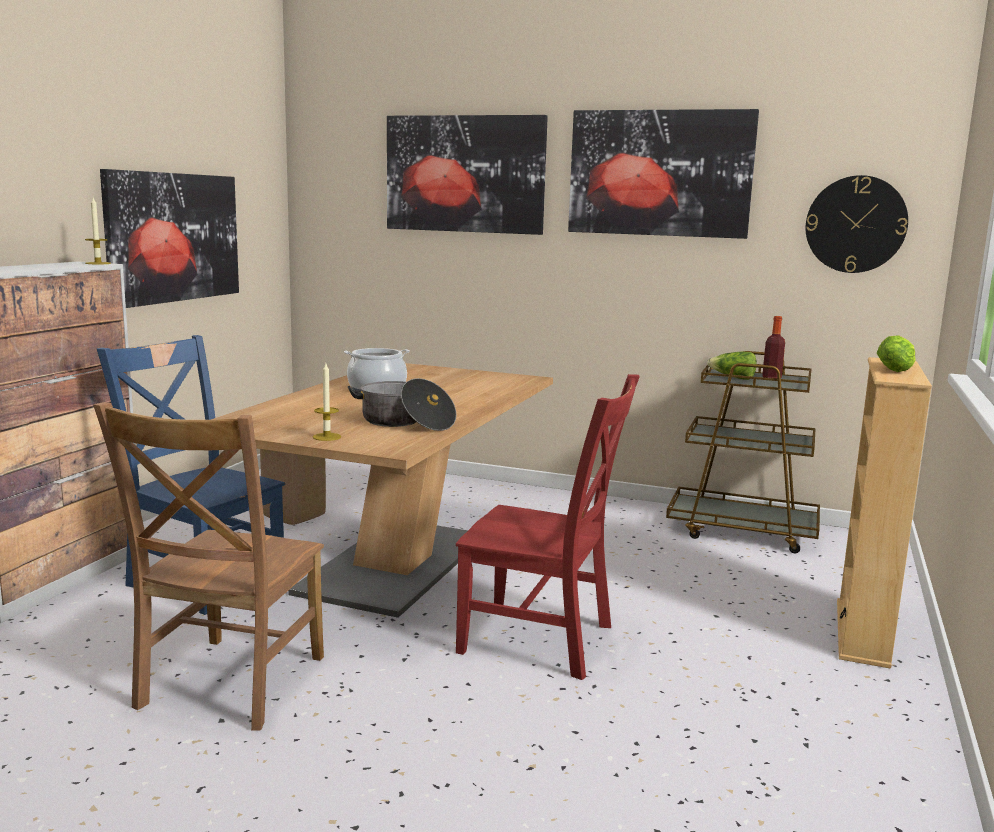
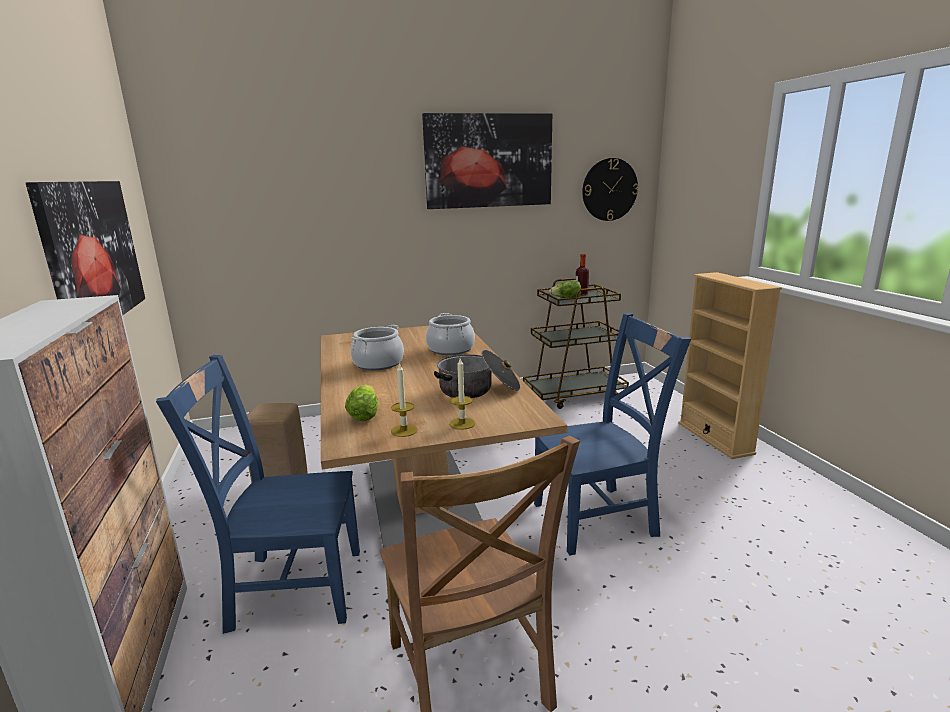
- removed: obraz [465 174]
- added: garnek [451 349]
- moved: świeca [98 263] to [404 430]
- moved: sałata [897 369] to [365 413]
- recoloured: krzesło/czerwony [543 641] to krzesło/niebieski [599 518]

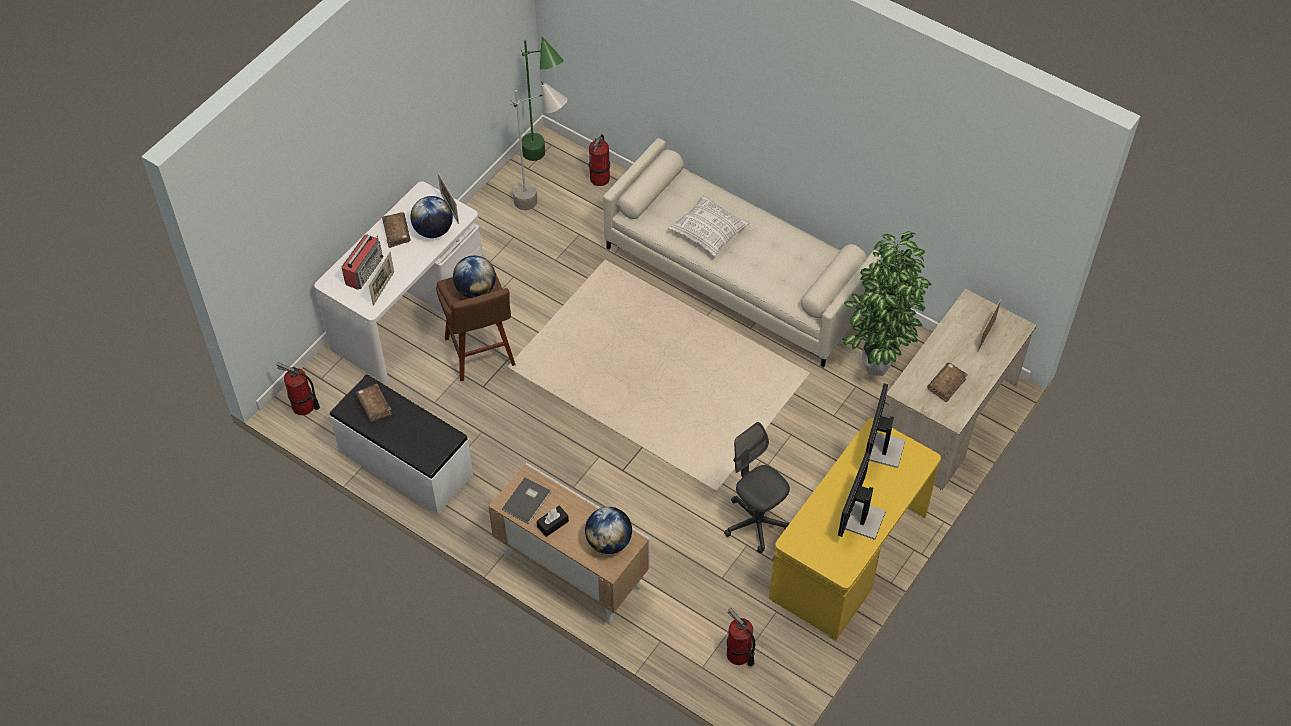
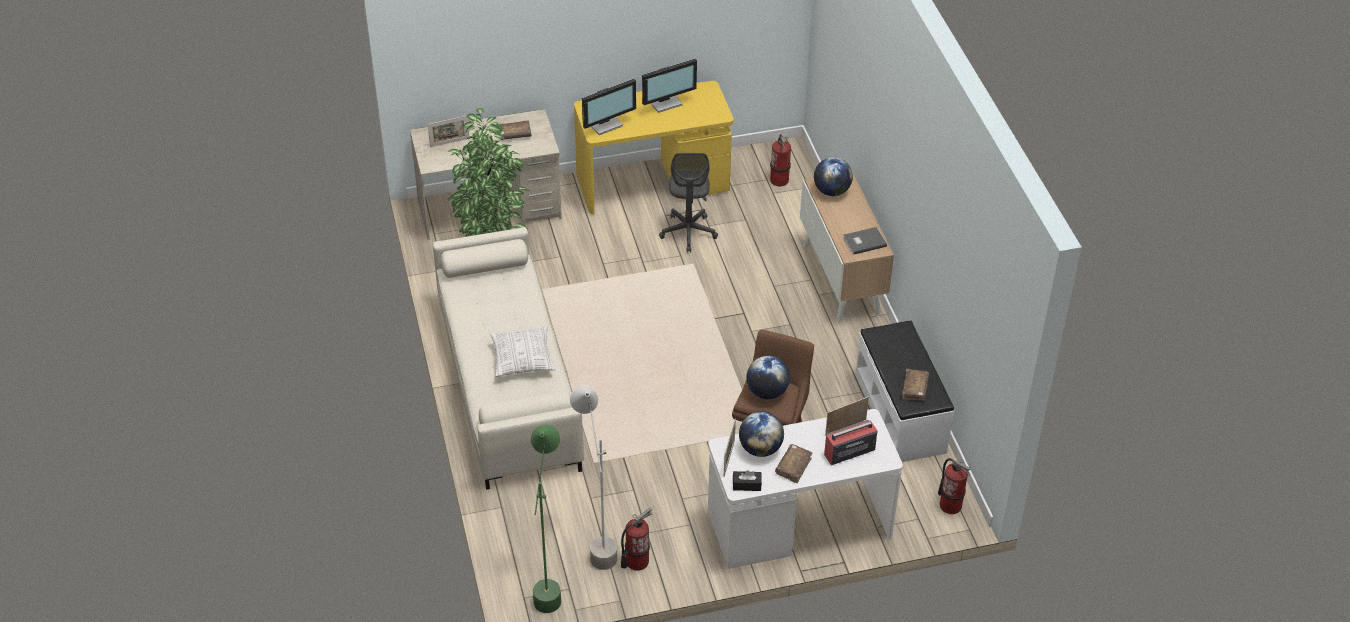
- moved: pudełko chusteczek/czarny [552 524] to [746 485]
- moved: gaśnica [600 178] to [636 561]

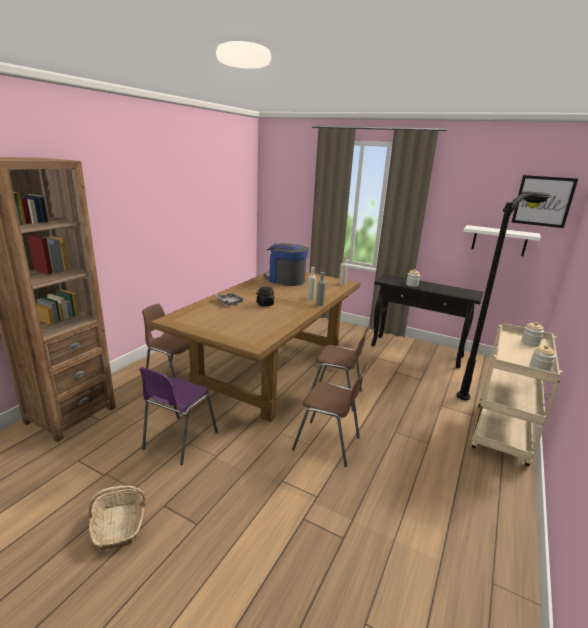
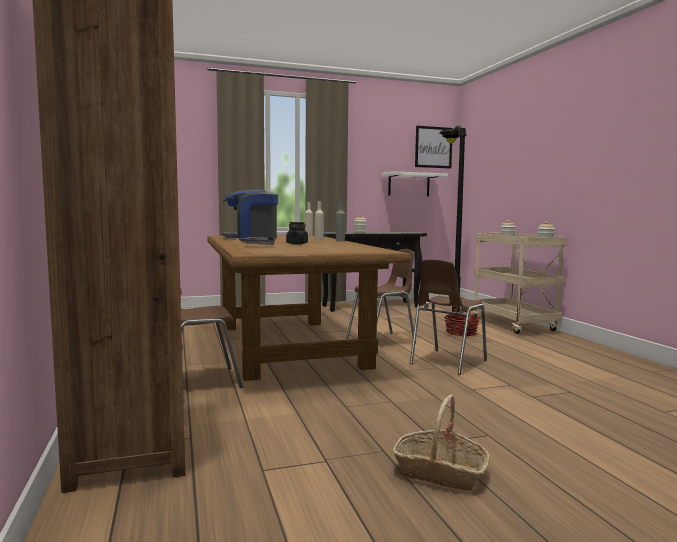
- removed: krzesło/fioletowy [179 441]
- added: koszyk [461 333]
- turned: krzesło/brązowy [328 444] = [446 362] 150 degrees clockwise

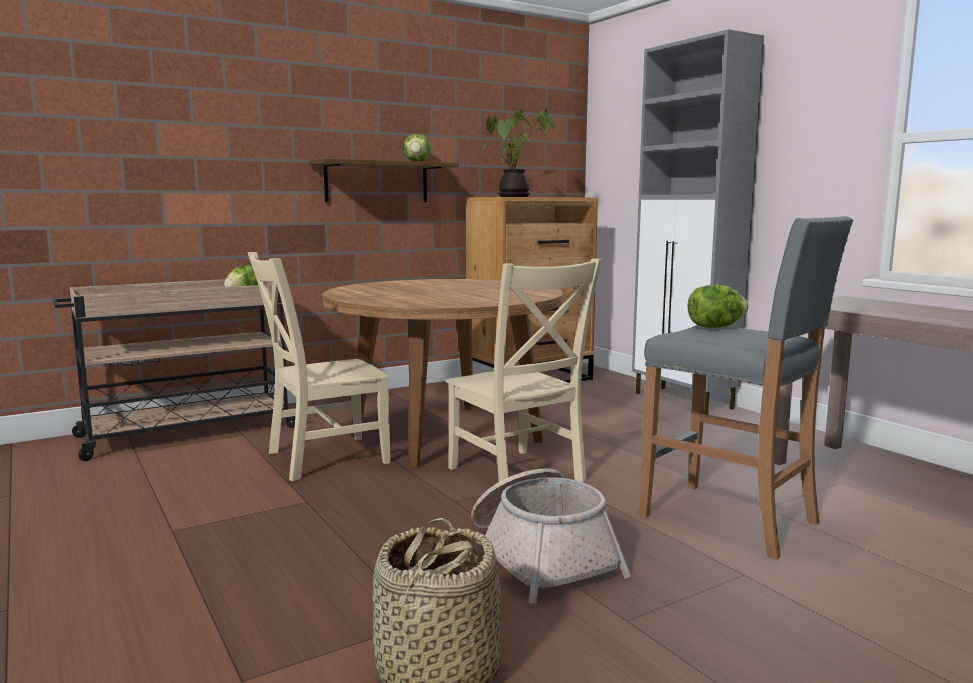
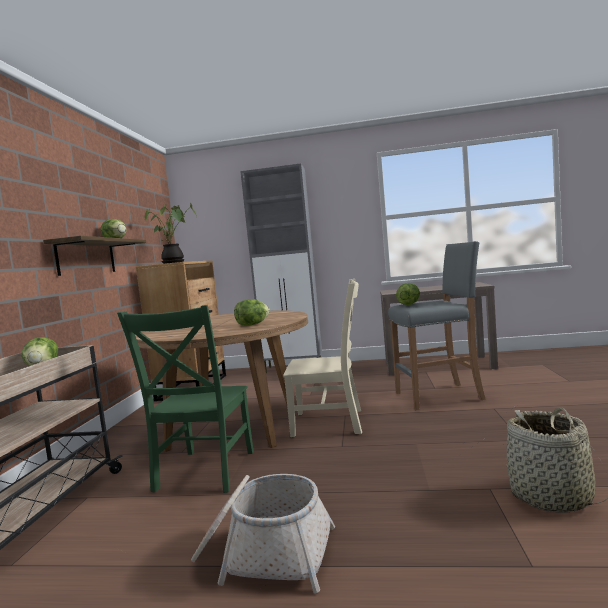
- added: sałata [252 325]
- moved: koszyk [541 557] to [264 553]
- recoloured: krzesło/beżowy [322 458] to krzesło/zielony [203 473]

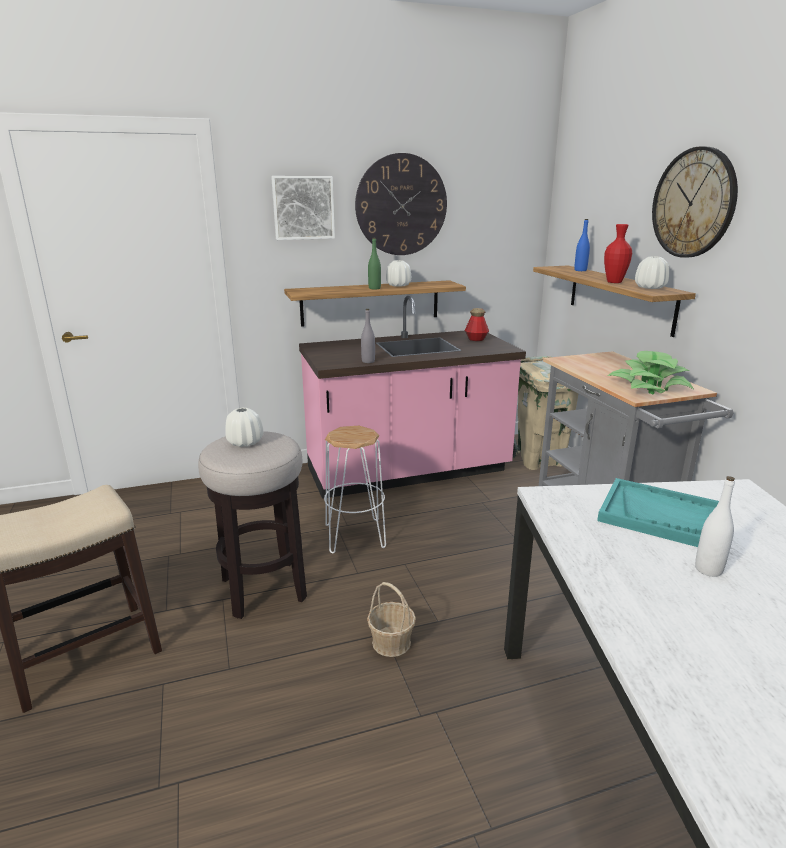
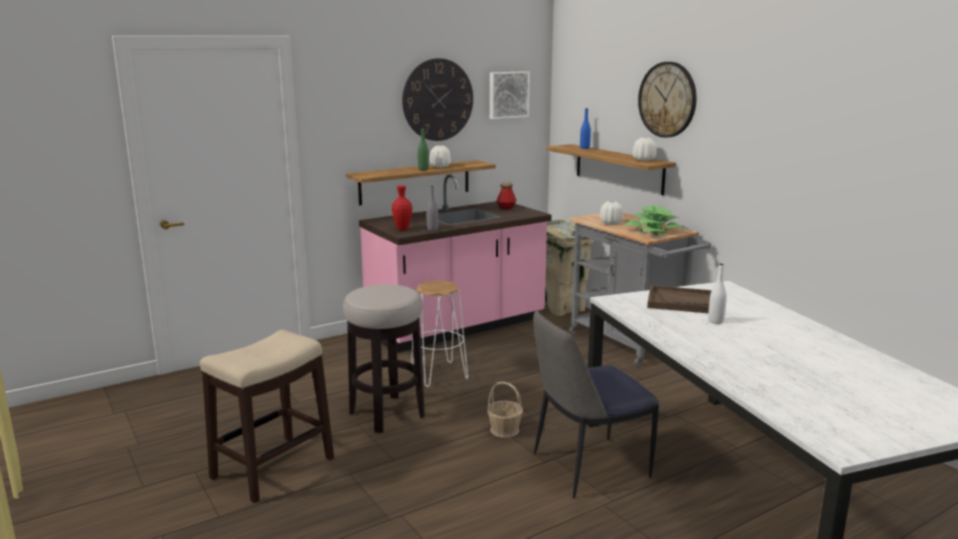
- added: krzesło [587 467]
- moved: wazon/biały [245 442] to [610 223]
- moved: obraz [303 207] to [508 94]
- moved: wazon/czerwony [614 282] to [402 229]
- recoloured: taca/turkusowy [661 516] to taca/brązowy [682 302]

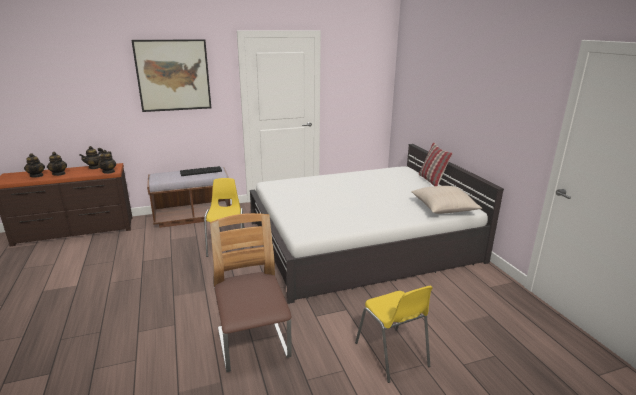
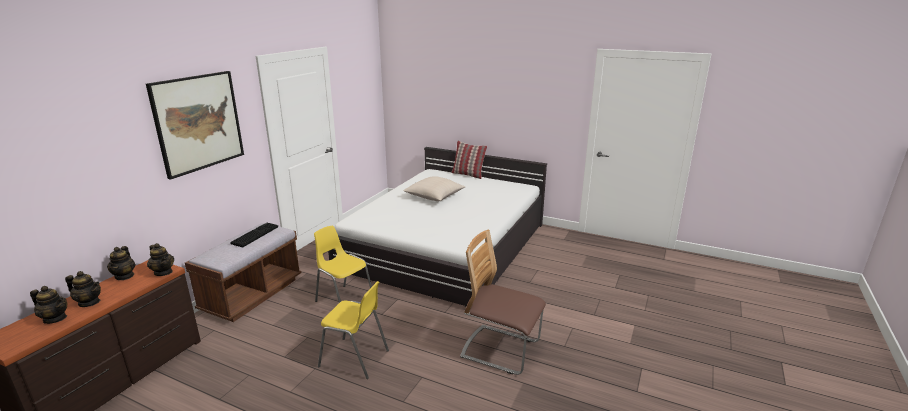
- moved: krzesło/żółty [392 355] to [355 358]
- moved: poduszka/beżowy [443 208] to [434 196]

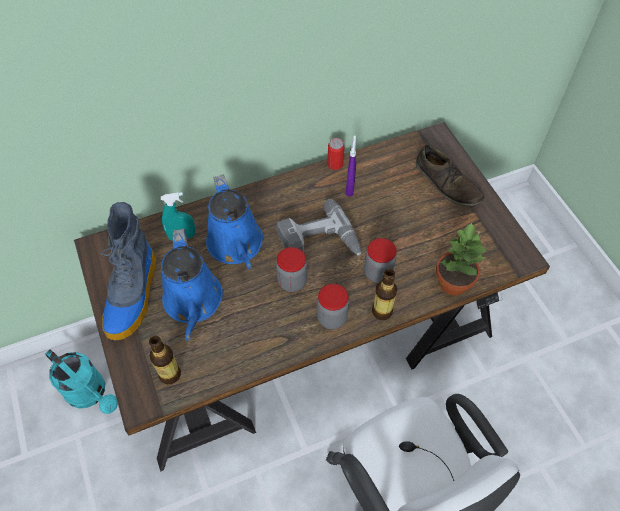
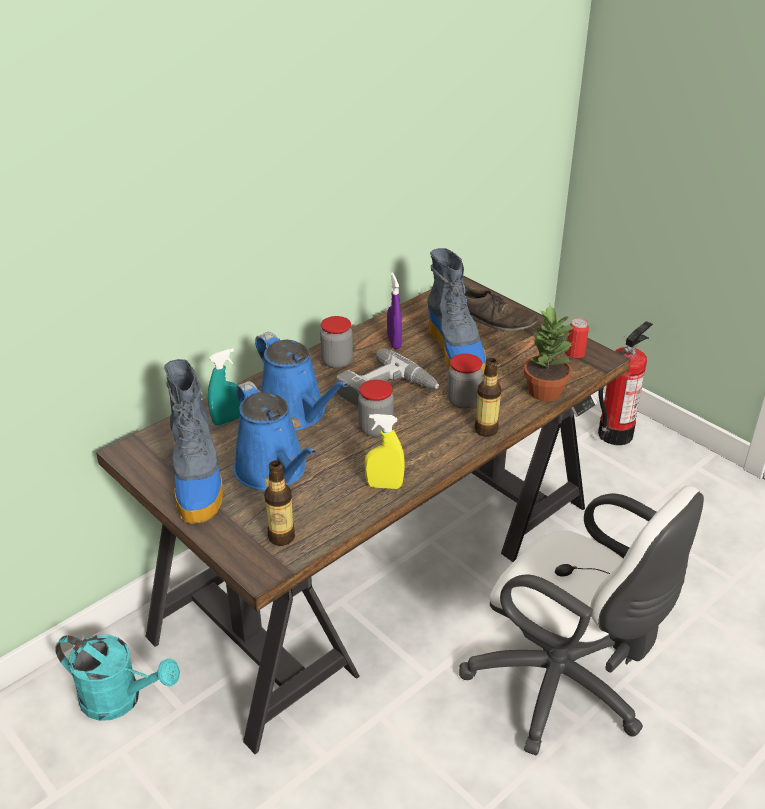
- added: spryskiwacz/żółty [384 485]
- added: but z cholewką [456 352]
- added: gaśnica [614 434]
- moved: słoik [332 318] to [337 362]
- moved: puszka [335 164] to [575 353]

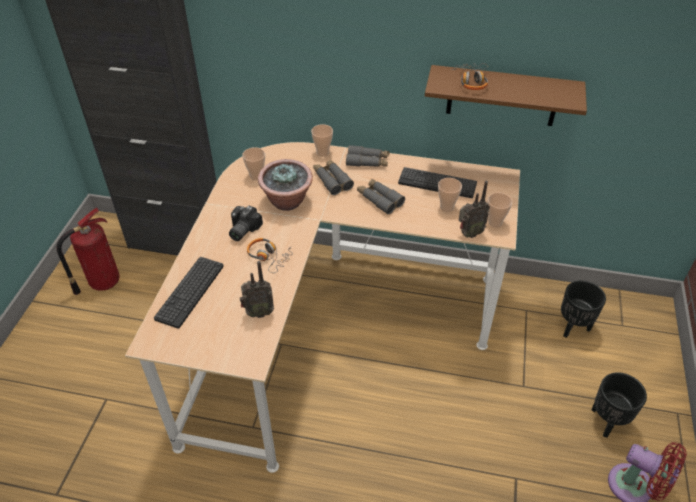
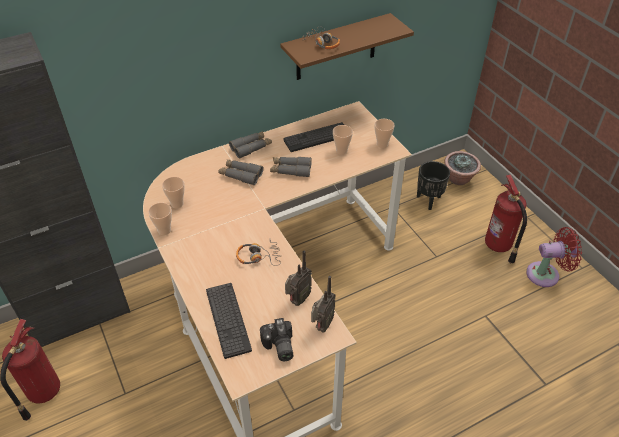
- moved: aparat fotograficzny [241 230] to [278 347]
- moved: roślina doniczkowa [287 201] to [459 179]
- moved: filiżanka [322 153] to [164 230]
- moved: radio [469 234] to [321 326]
- replaced: donica/czarny [607 421] to gaśnica [498 246]

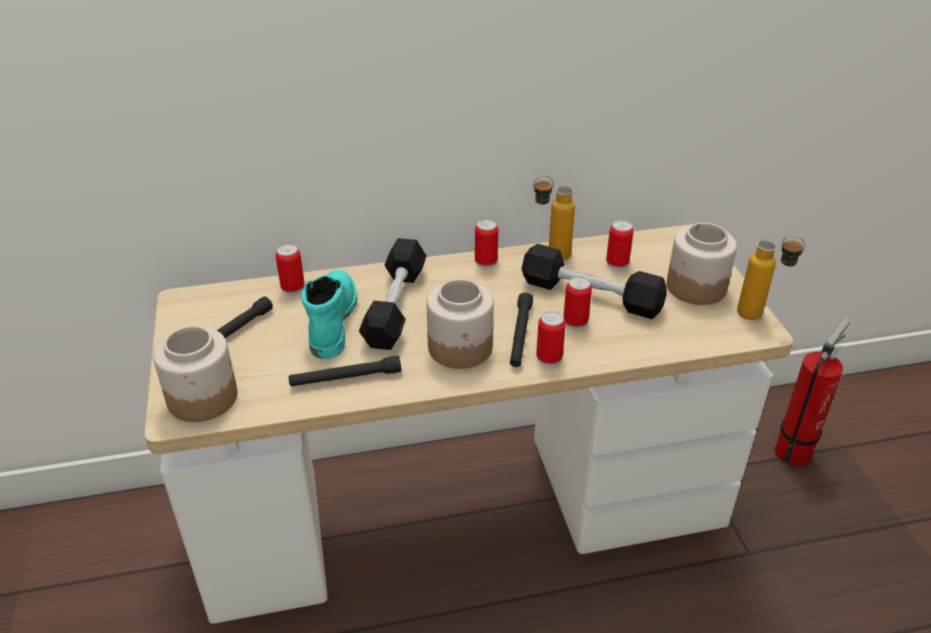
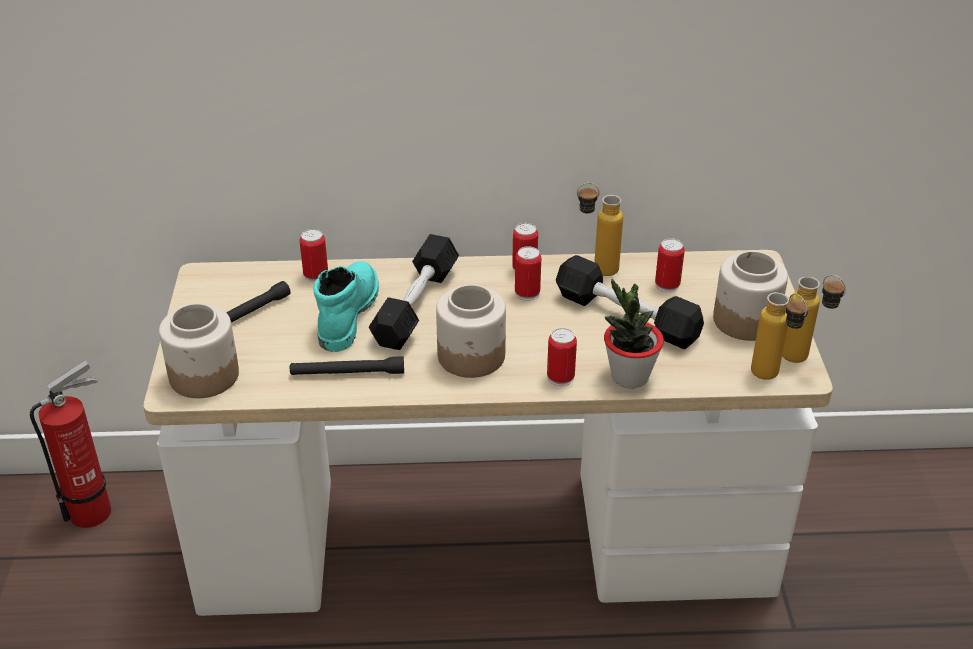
- removed: latarka/czarny [520 335]
- added: roślina doniczkowa [629 376]
- added: butelka [772 378]
- moved: puszka [575 322] to [527 293]
- moved: gaśnica [795 450] to [96 510]

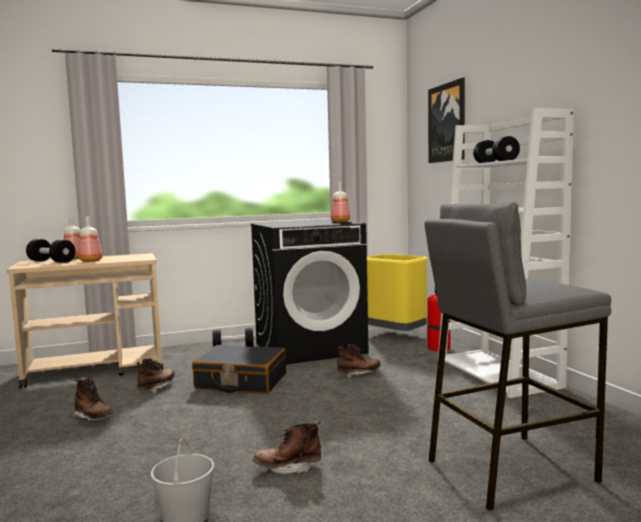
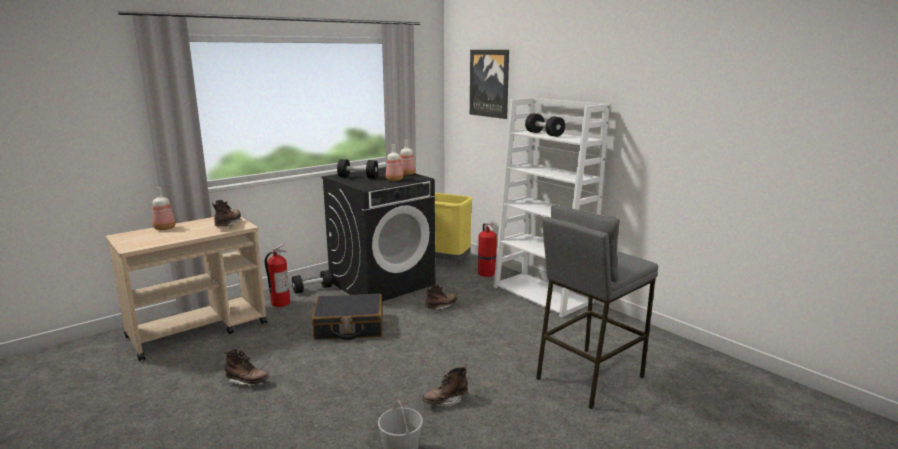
- added: gaśnica [280 303]
- moved: hantel/czarny [51 261] to [358 177]
- moved: butelka [91 261] to [395 180]
- moved: but z cholewką/brązowy [157 388] to [228 225]

